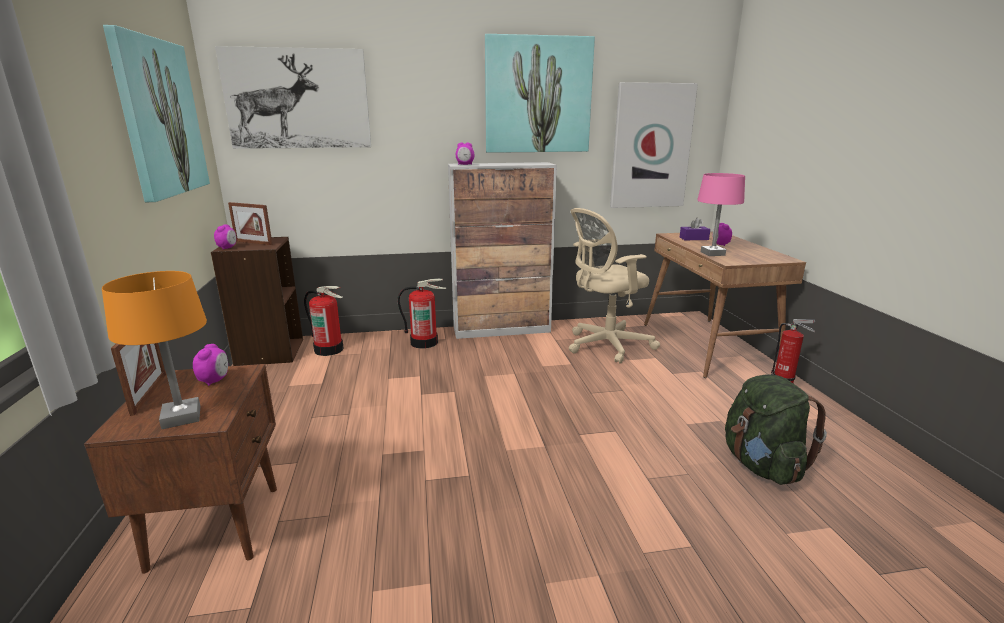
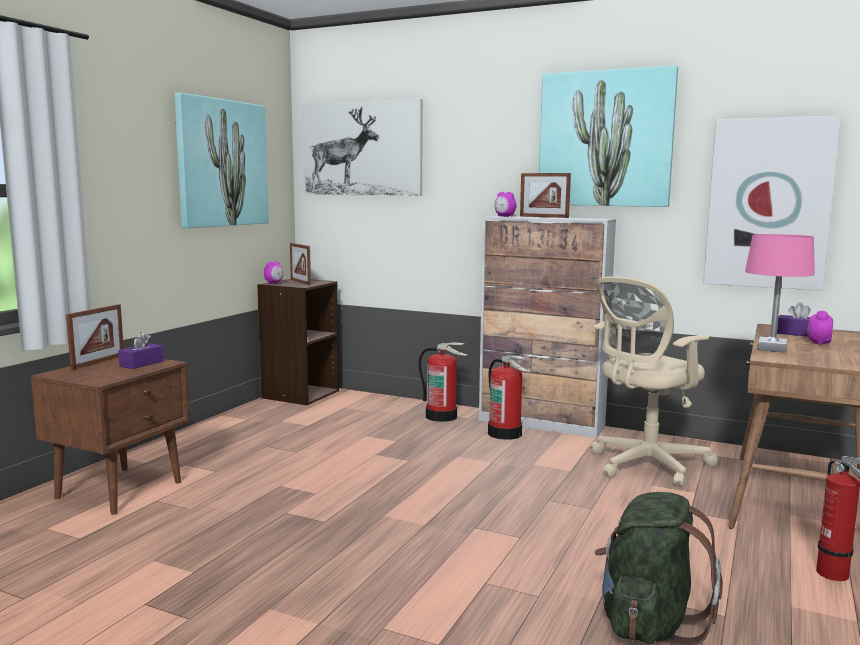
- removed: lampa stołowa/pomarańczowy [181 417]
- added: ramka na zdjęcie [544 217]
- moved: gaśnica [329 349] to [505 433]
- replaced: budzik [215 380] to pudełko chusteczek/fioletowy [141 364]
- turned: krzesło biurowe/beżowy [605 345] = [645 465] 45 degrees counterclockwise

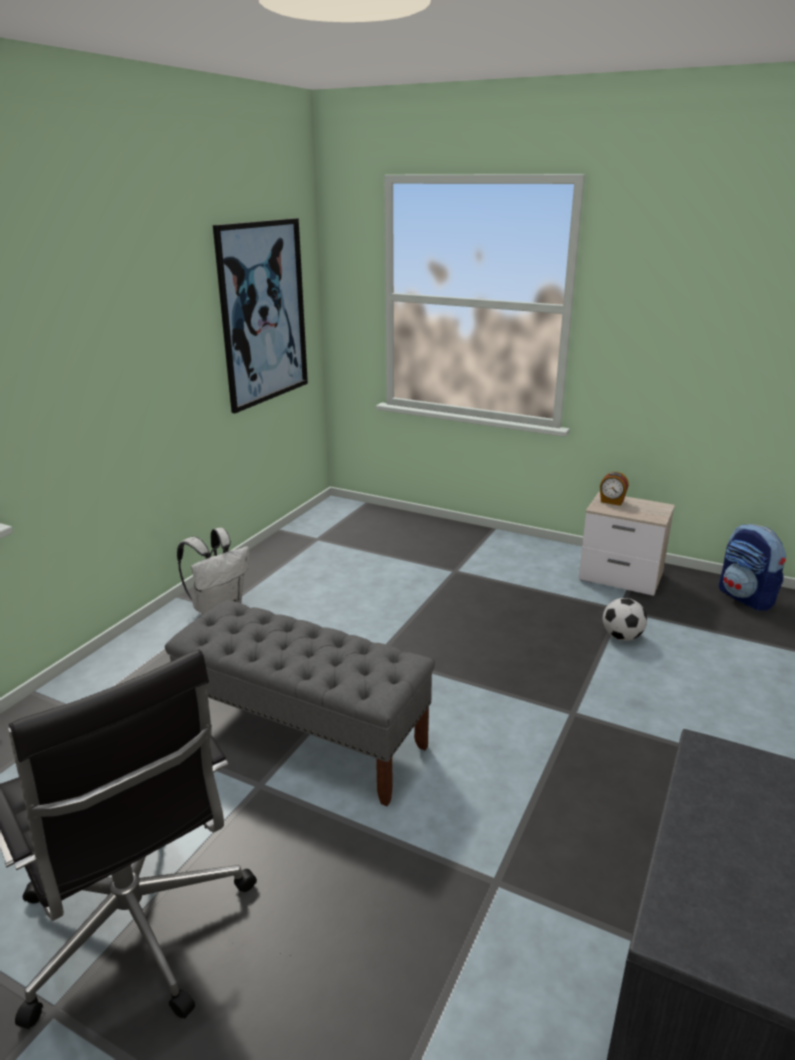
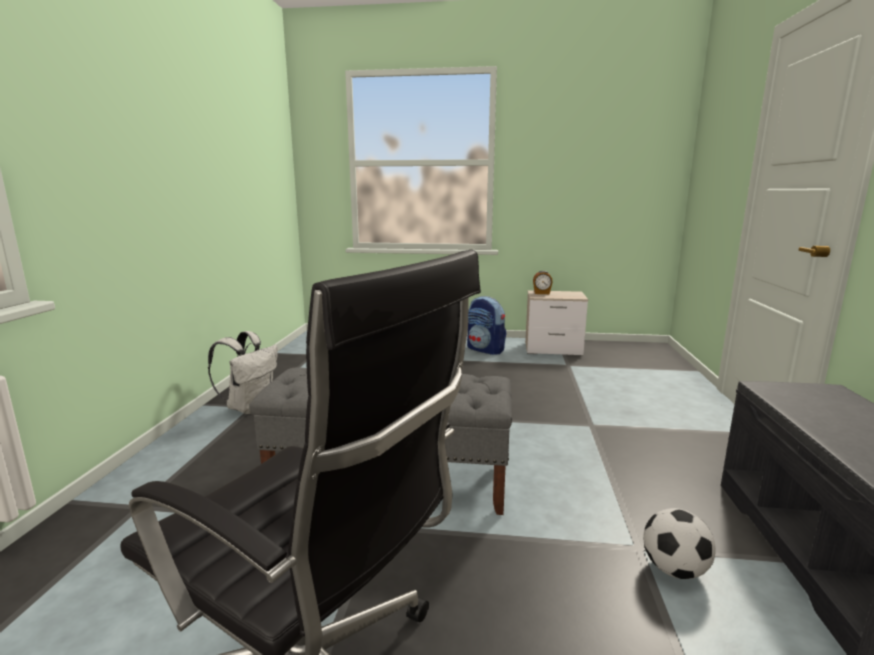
- removed: obraz [263 313]
- moved: piłka futbolowa [622 637] to [674 569]
- moved: plecak [746 598] to [485 350]

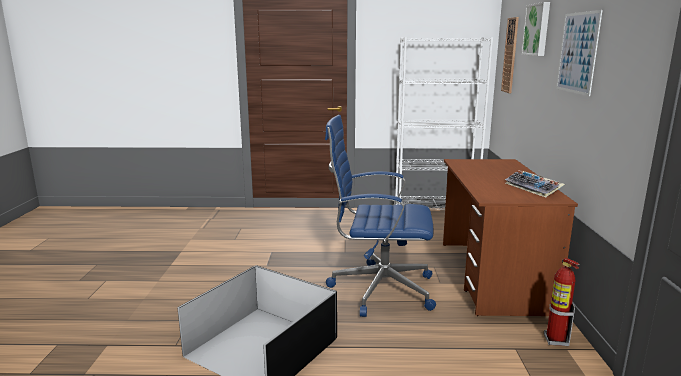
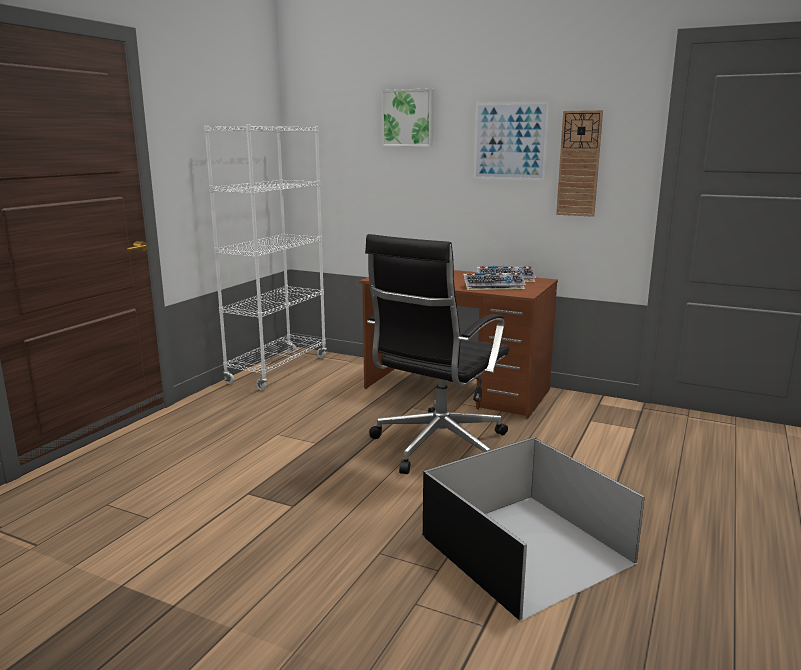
- removed: gaśnica [556 340]
- added: klawiatura [494 286]
- moved: zegar ścienny [510 55] to [579 164]
- recoloured: krzesło biurowe/niebieski [379 289] to krzesło biurowe/czarny [437 447]

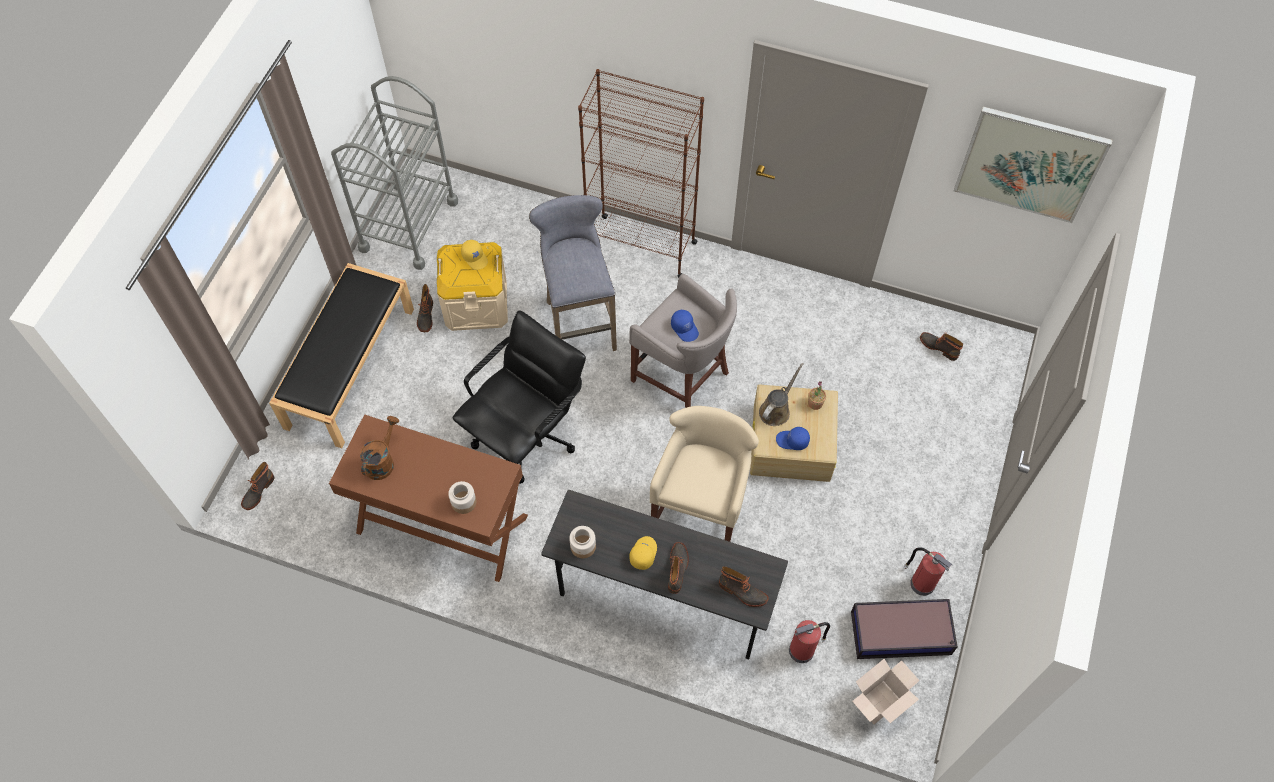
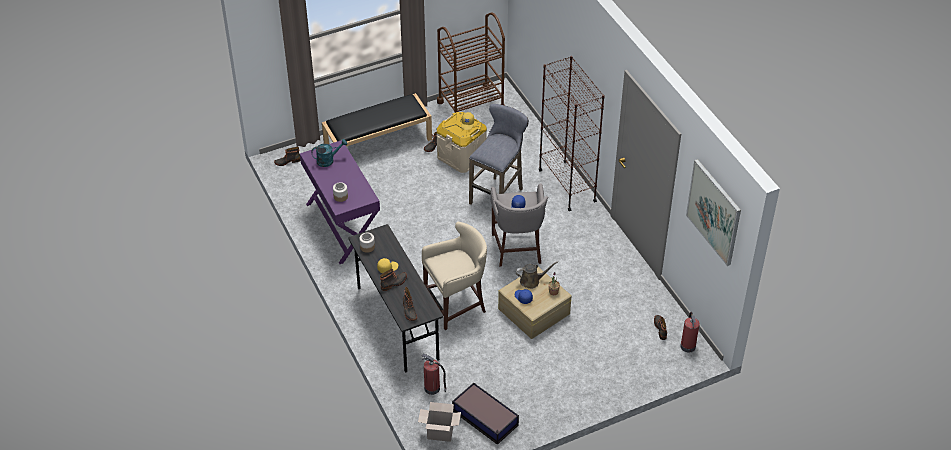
- removed: krzesło biurowe/czarny [527 435]
- moved: gaśnica [921 583] to [688 345]
- recoloured: biurko/brązowy [441 525] to biurko/fioletowy [342 226]
- recoloured: wózek/szary [408 225] to wózek/brązowy [471 106]
- recoloured: konewka/brązowy [382 461] to konewka/turkusowy [328 160]

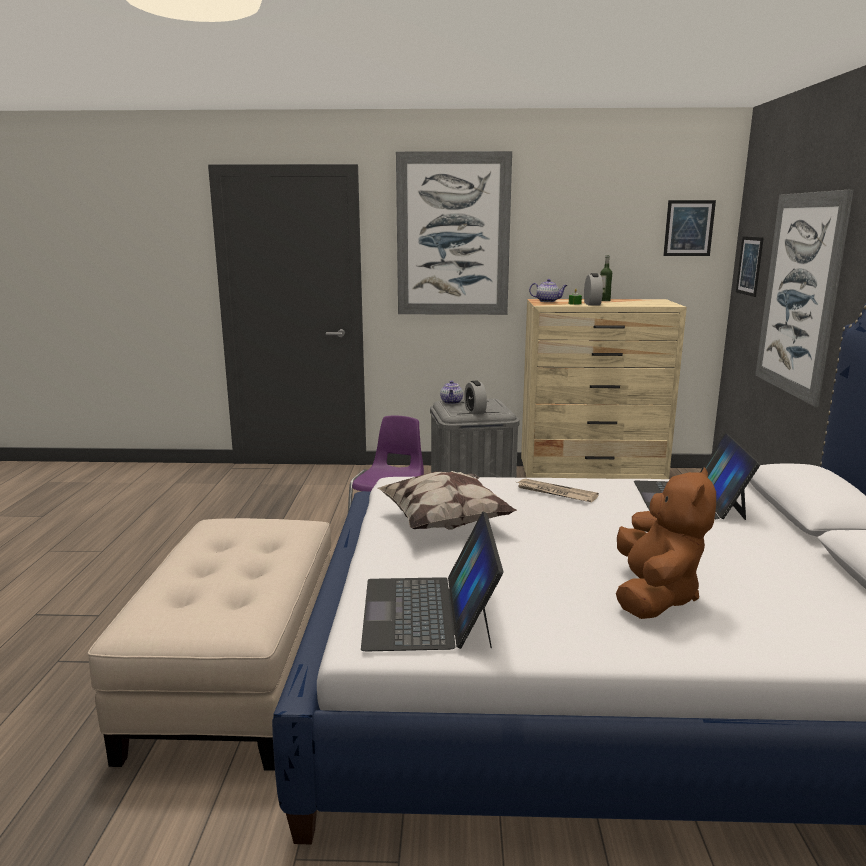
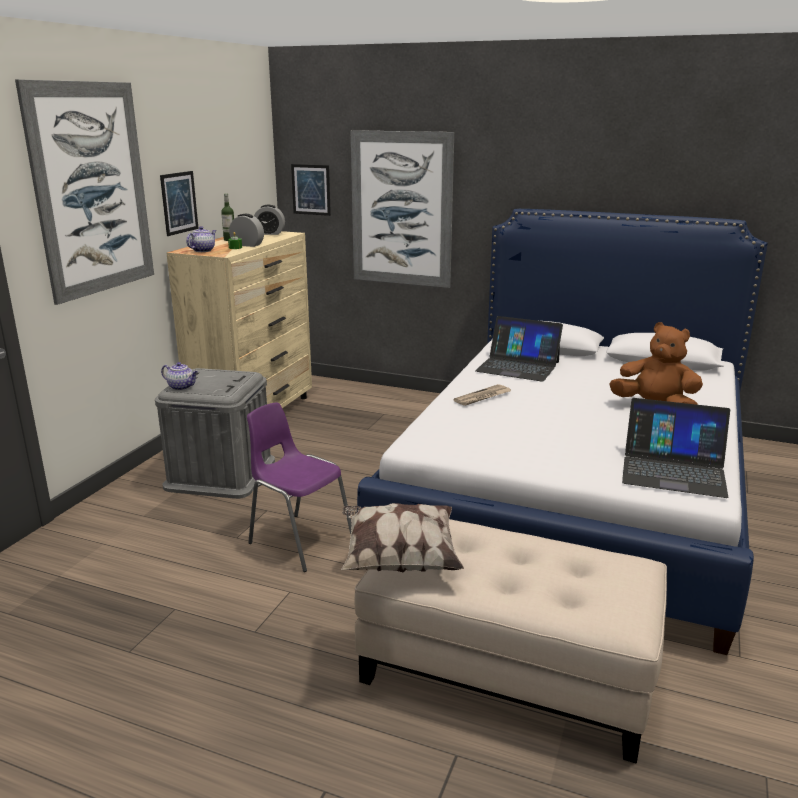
- moved: poduszka [445 522] to [399 558]
- moved: budzik [475 411] to [269 233]
- moved: obraz [689 228] to [179 203]

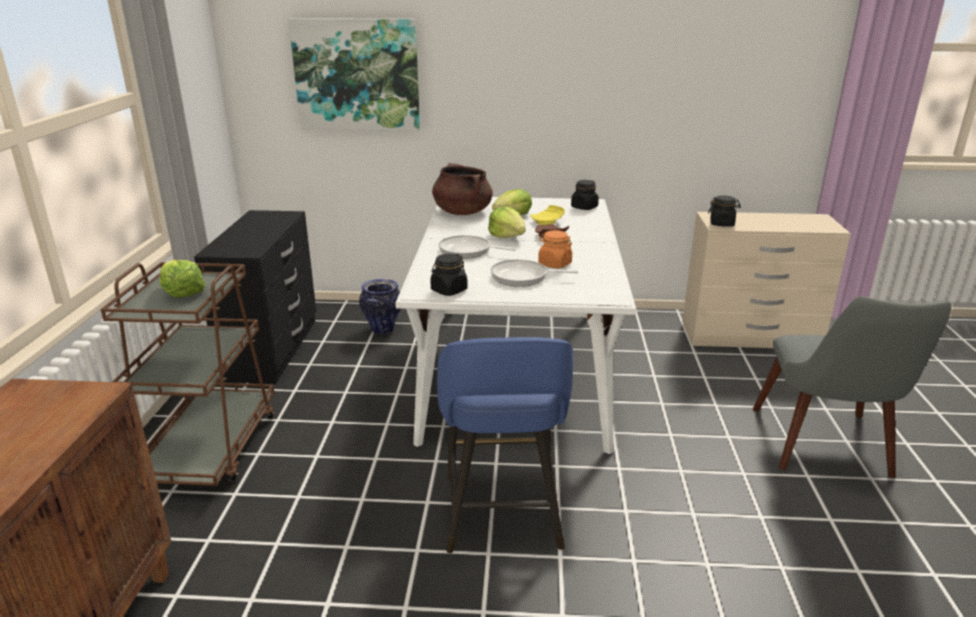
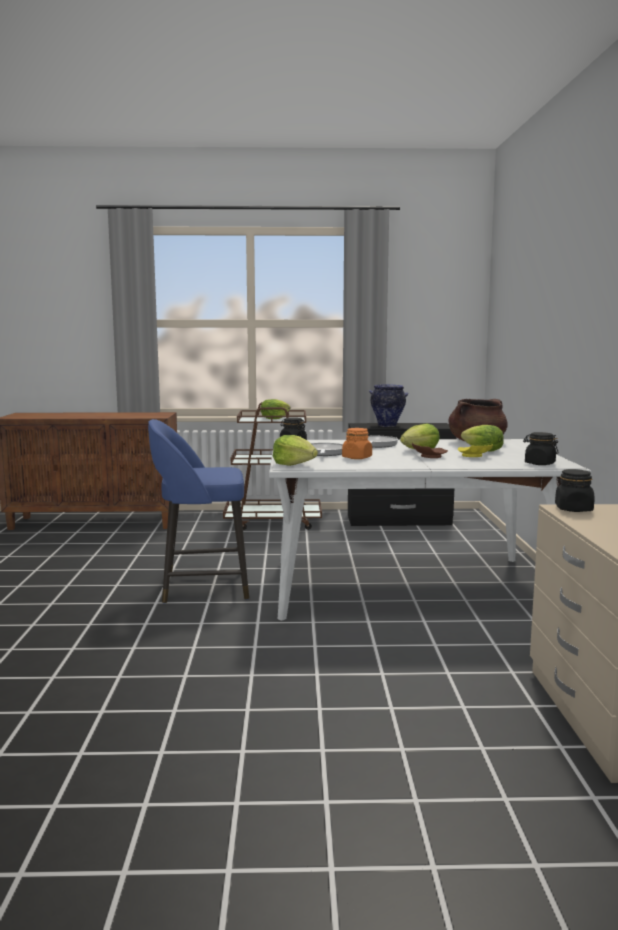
- removed: obraz [357 75]
- removed: krzesło/szary [827 452]
- added: sałata [294 464]
- moved: wazon [382 329] to [387 426]

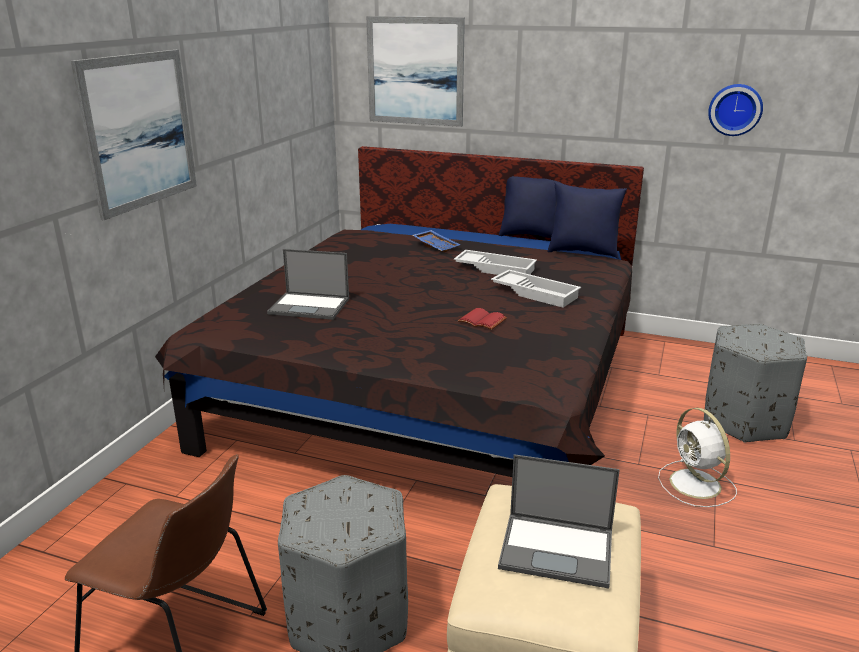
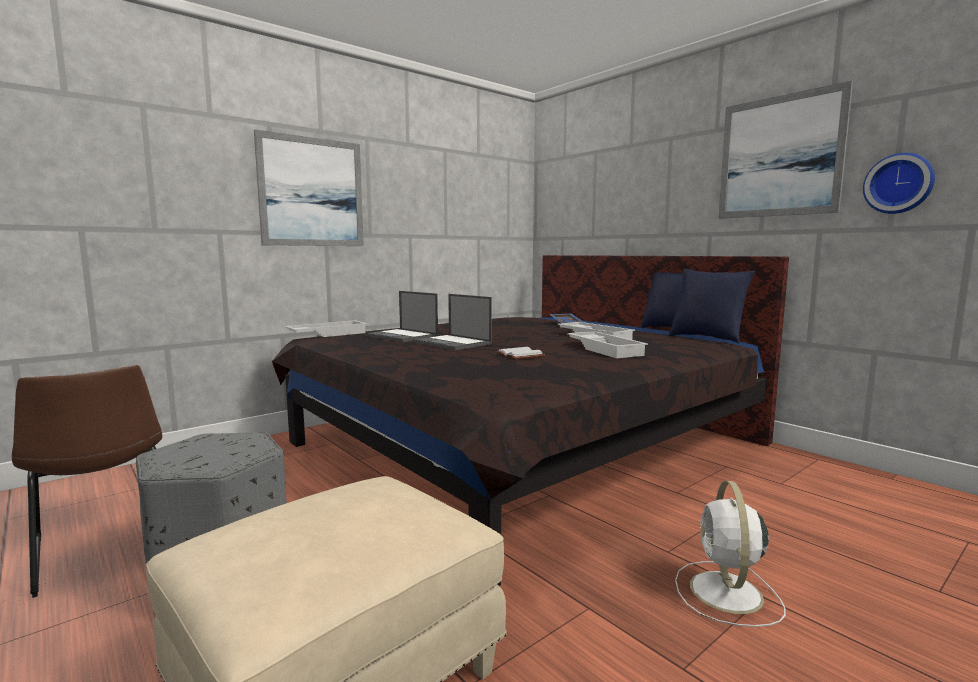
- removed: pufa/szary [744 421]
- added: taca/biały [327 334]
- moved: obraz [415 71] to [779 156]
- moved: laptop [558 549] to [453 343]
- recoloured: książka/czerwony [483 320] to książka/biały [521 355]

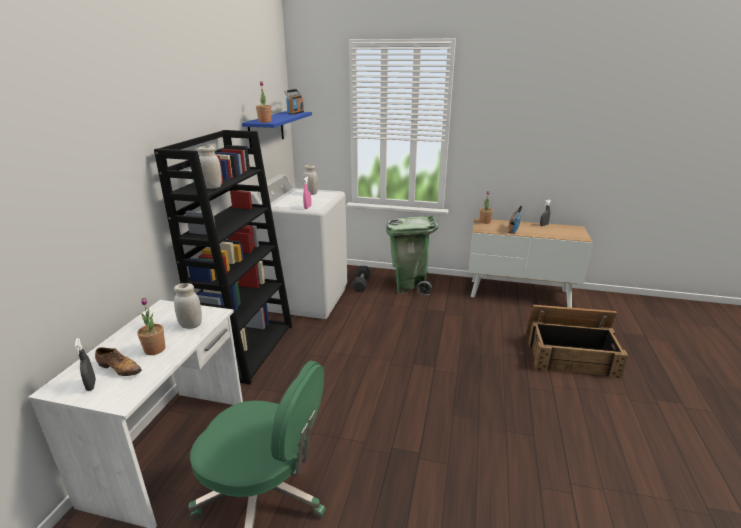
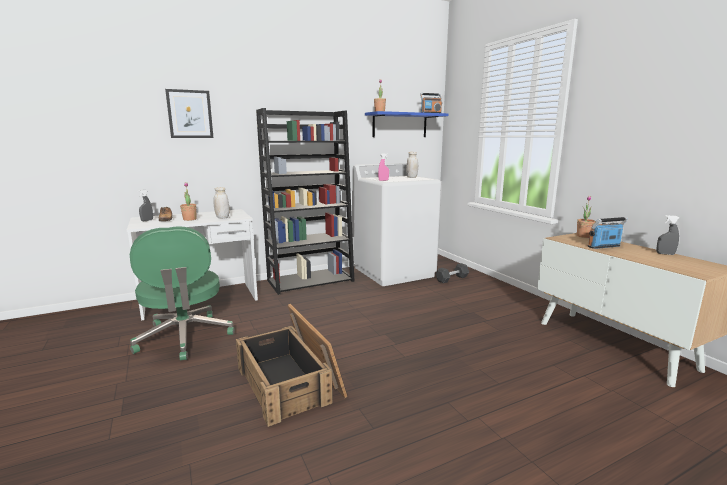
- removed: słoik/biały [212 187]
- removed: kosz na śmieci/zielony [410 286]
- added: obraz [190 114]
- moved: skrzynka [570 355] to [291 382]

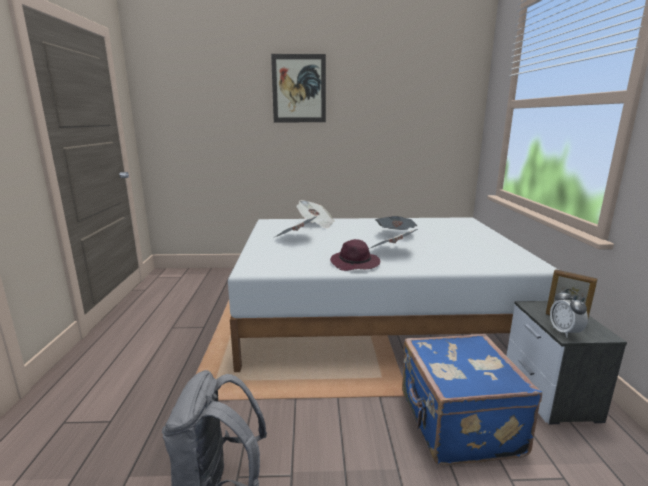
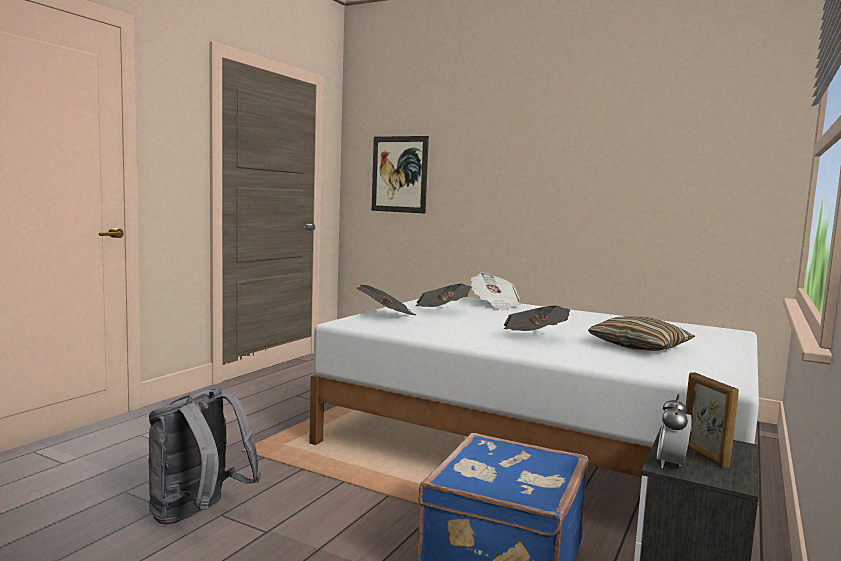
- removed: kapelusz/fioletowy [355 264]
- added: poduszka [639 346]
- moved: obraz [299 89] to [399 174]
- moved: gazeta [396 234] to [387 317]

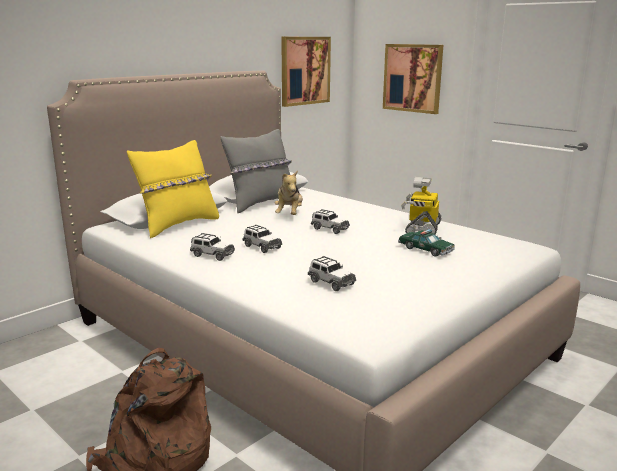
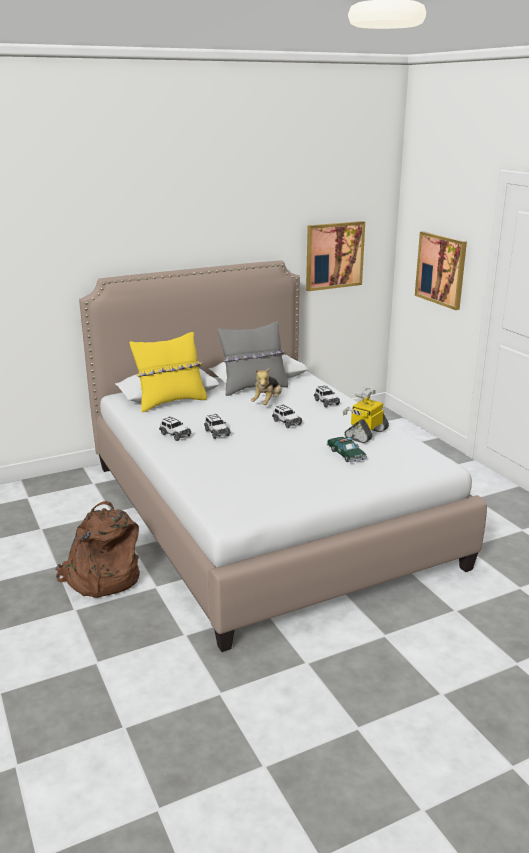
- moved: samochodzik [330 283] to [326 402]

